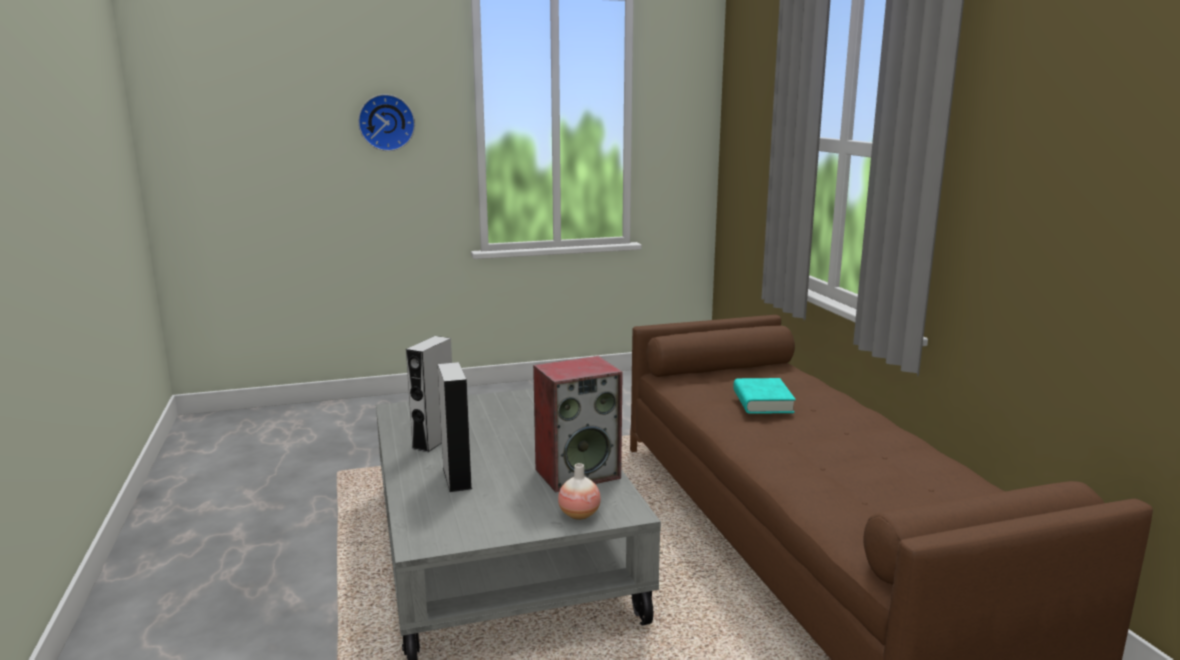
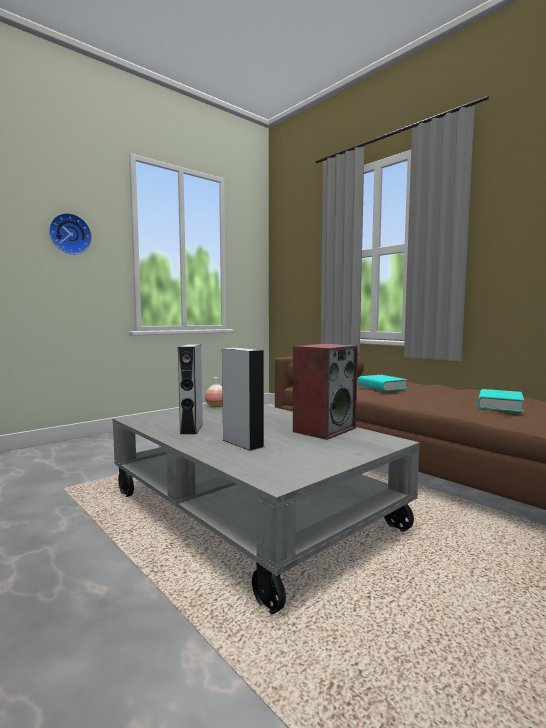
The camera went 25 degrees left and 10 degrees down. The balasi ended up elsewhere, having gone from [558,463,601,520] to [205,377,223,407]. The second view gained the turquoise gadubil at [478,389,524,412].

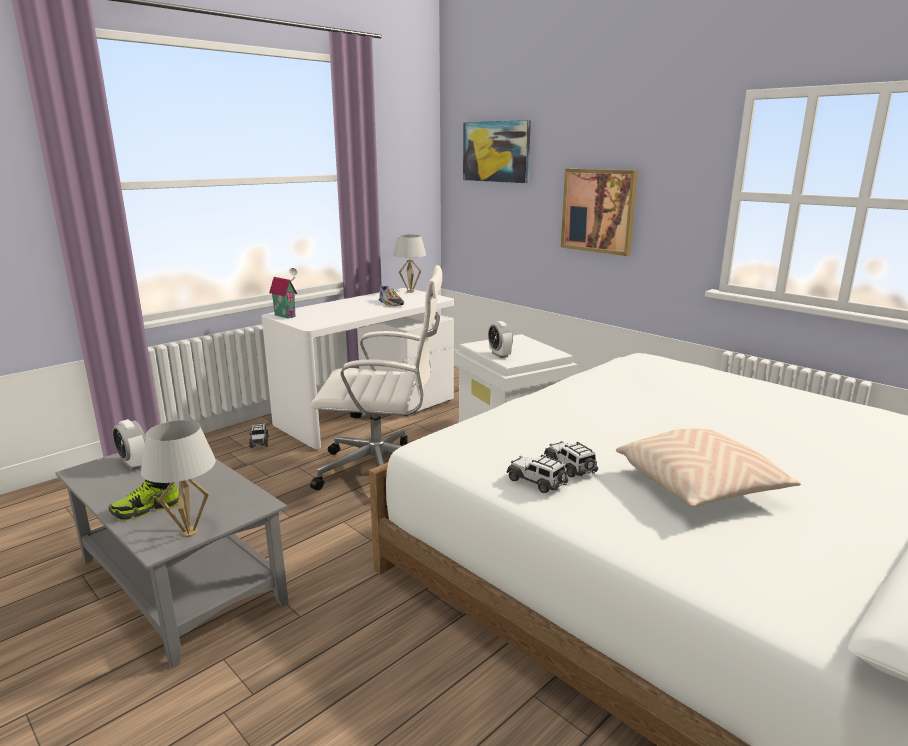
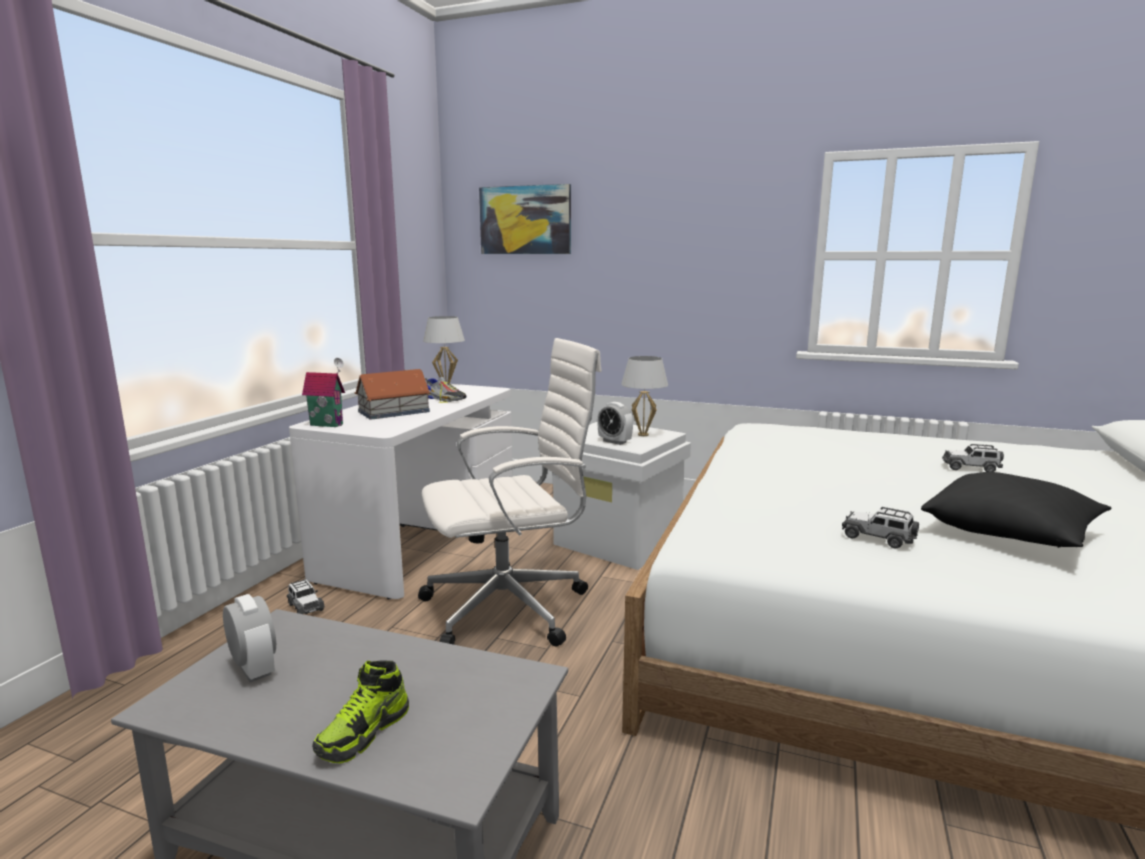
The camera went 25 degrees left and 5 degrees down. The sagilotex at [112,419,145,470] ended up facing another way, 150 degrees counterclockwise from before. The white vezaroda ended up elsewhere, having gone from [141,420,216,537] to [621,356,668,436]. The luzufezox ended up elsewhere, having gone from [506,455,569,493] to [942,444,1004,472]. The second view lost the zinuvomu at [561,169,638,256]. What was the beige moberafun at [616,429,801,507] turned into the black moberafun at [921,472,1112,548]. The second view gained the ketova at [354,369,431,420].

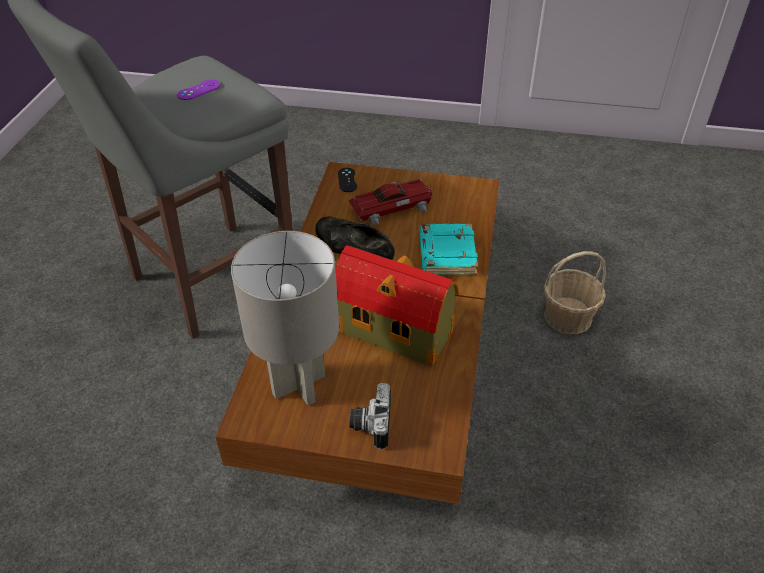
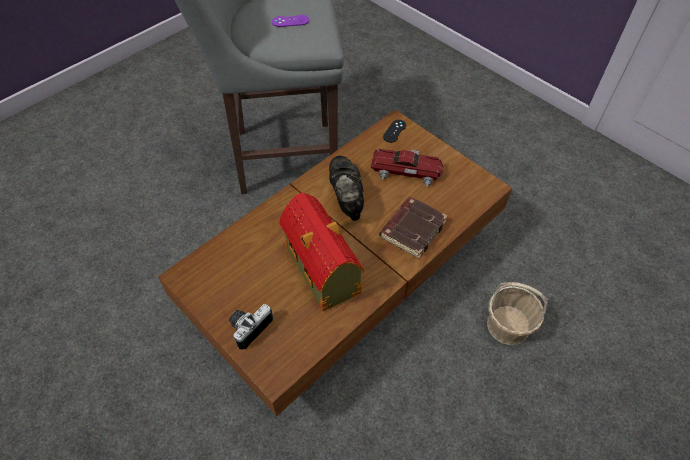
The camera went 35 degrees right and 10 degrees up. The second view lost the grey vezaroda at [231,231,339,405]. What was the turquoise gadubil at [419,224,478,274] turned into the brown gadubil at [379,197,448,259].

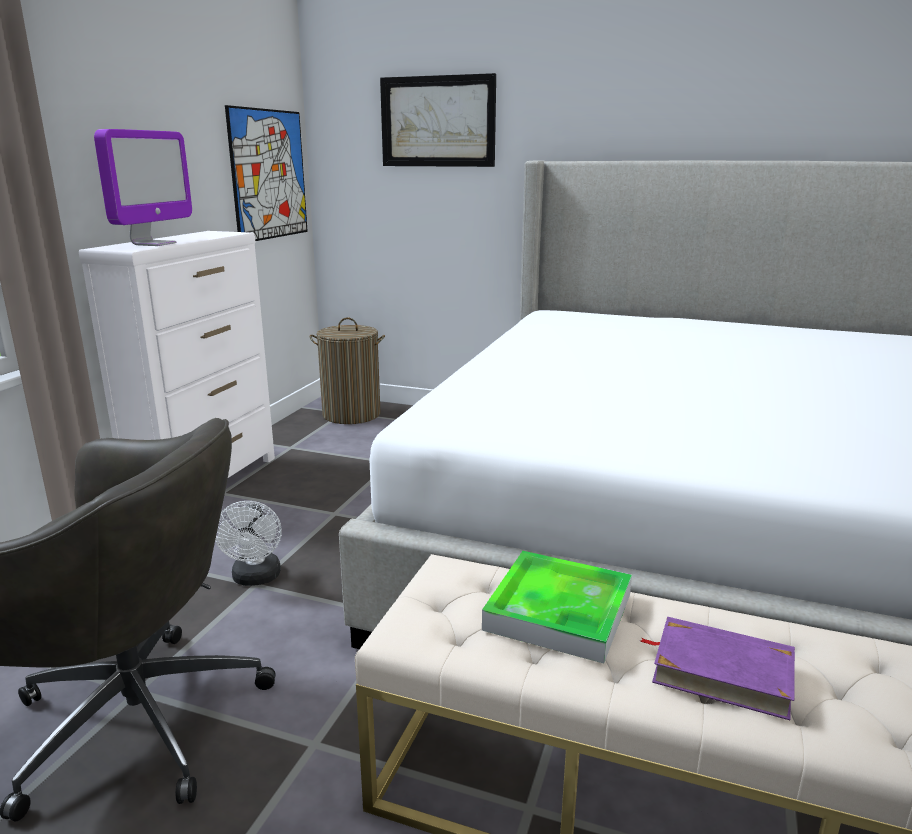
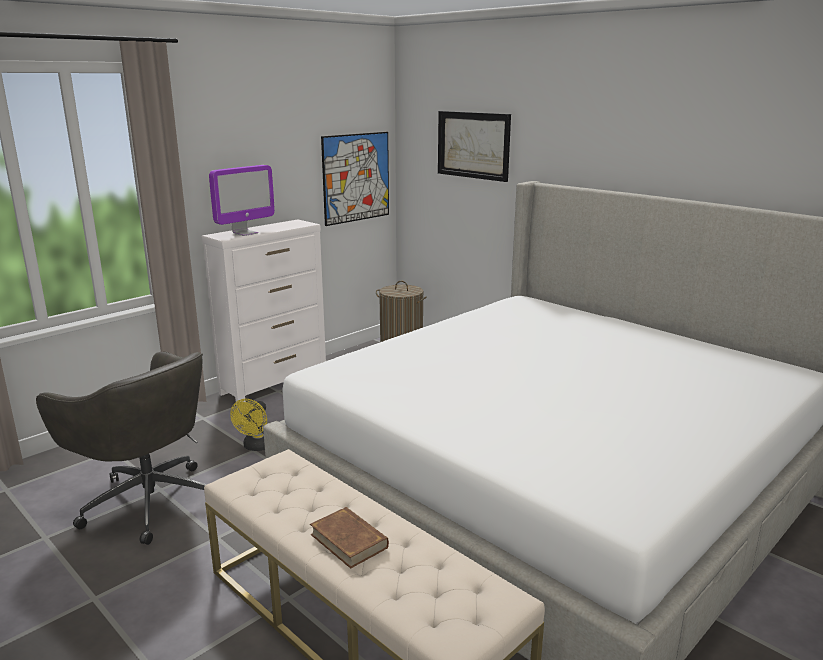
The camera went 25 degrees right and 0 degrees up. What was the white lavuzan at [215,501,282,586] turned into the yellow lavuzan at [230,399,267,451]. The second view lost the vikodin at [482,551,632,664]. What was the purple gadubil at [641,617,795,720] turned into the brown gadubil at [310,507,389,568].

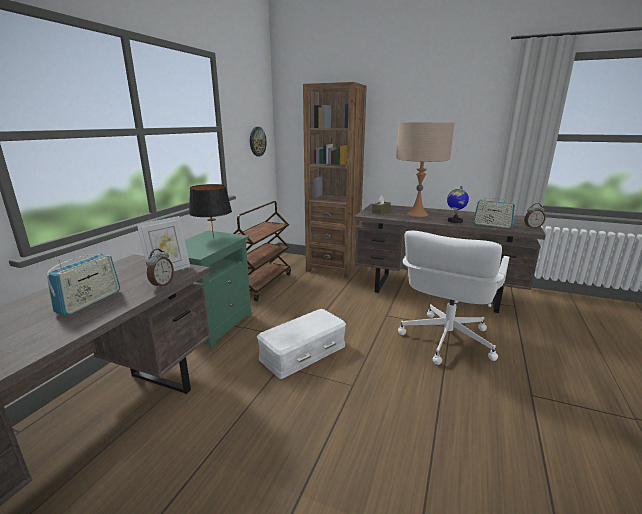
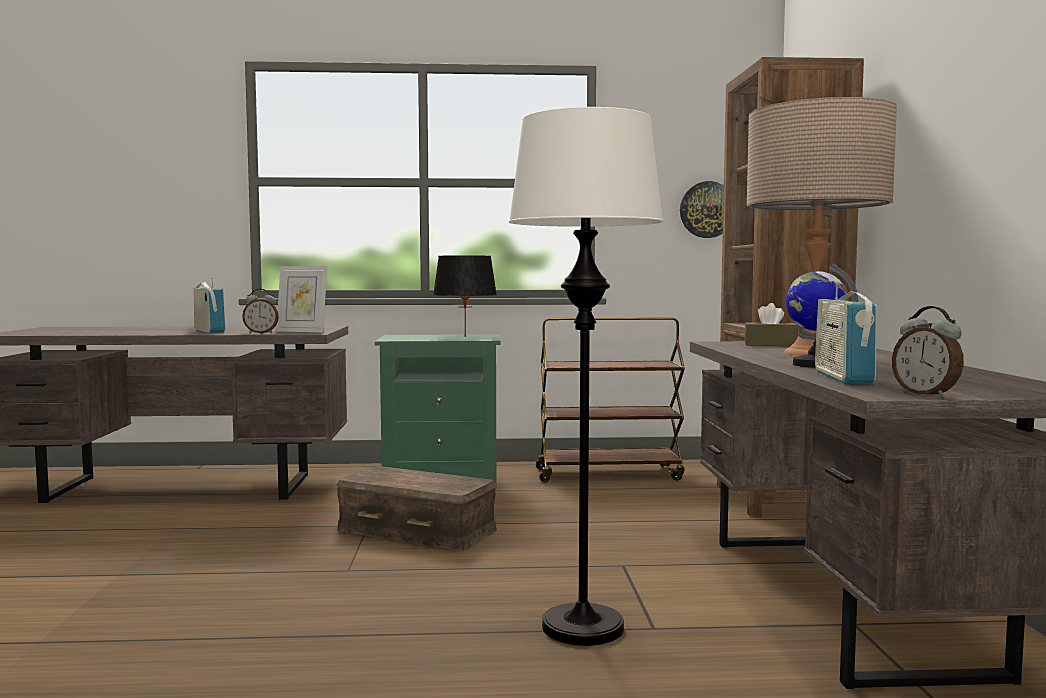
The camera went 65 degrees right and 15 degrees down. The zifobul at [46,253,120,316] ended up facing another way, 120 degrees counterclockwise from before. What was the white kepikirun at [257,309,346,379] turned into the brown kepikirun at [336,466,497,551]. Where the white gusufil stood at [398,231,509,365], the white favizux came to stand at [509,107,664,646].

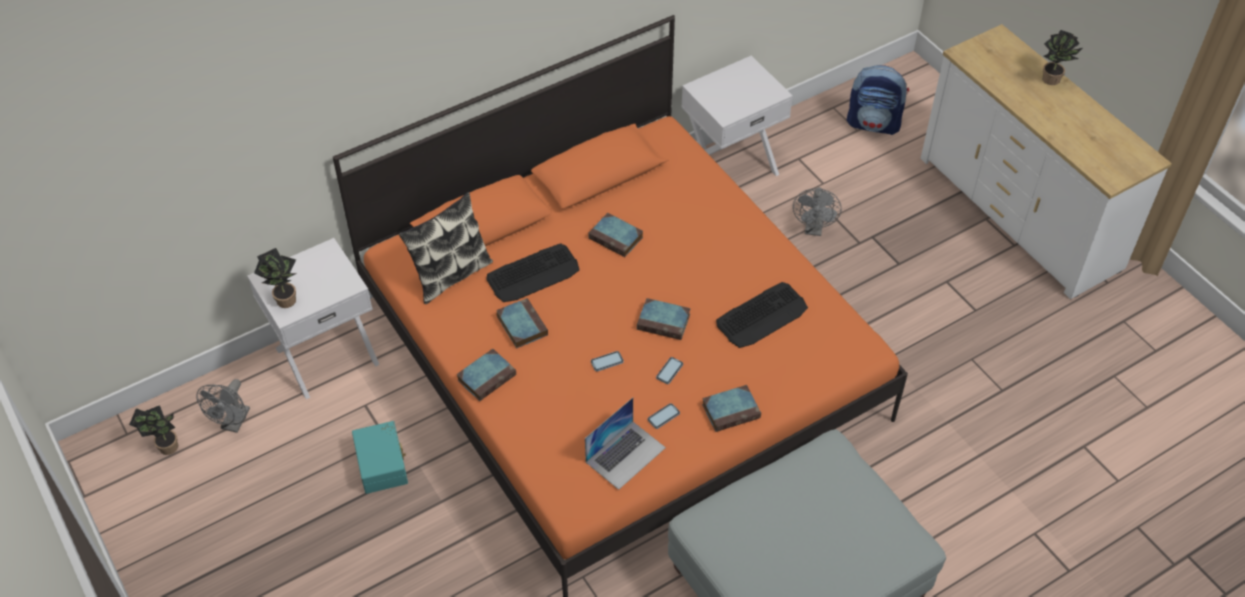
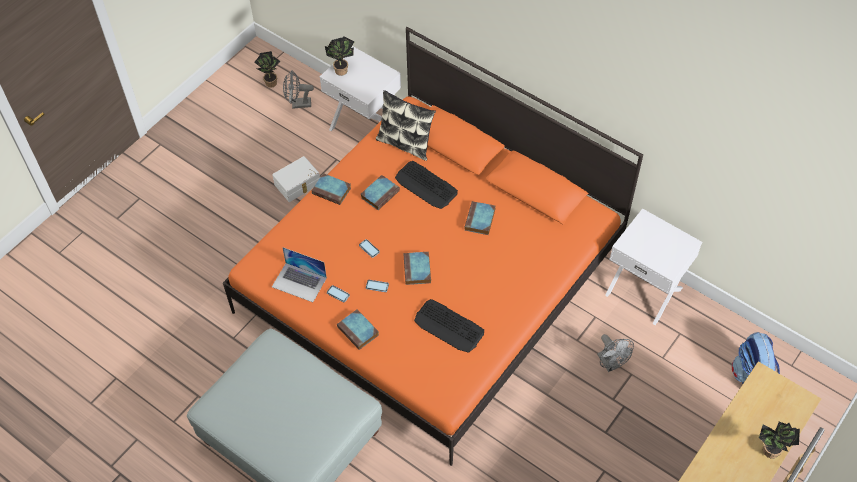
The camera went 70 degrees right and 5 degrees up. What was the turquoise kepikirun at [352,421,408,494] turned into the white kepikirun at [272,156,320,202]. The grey lavuzan at [793,187,841,236] ended up facing another way, 105 degrees counterclockwise from before.

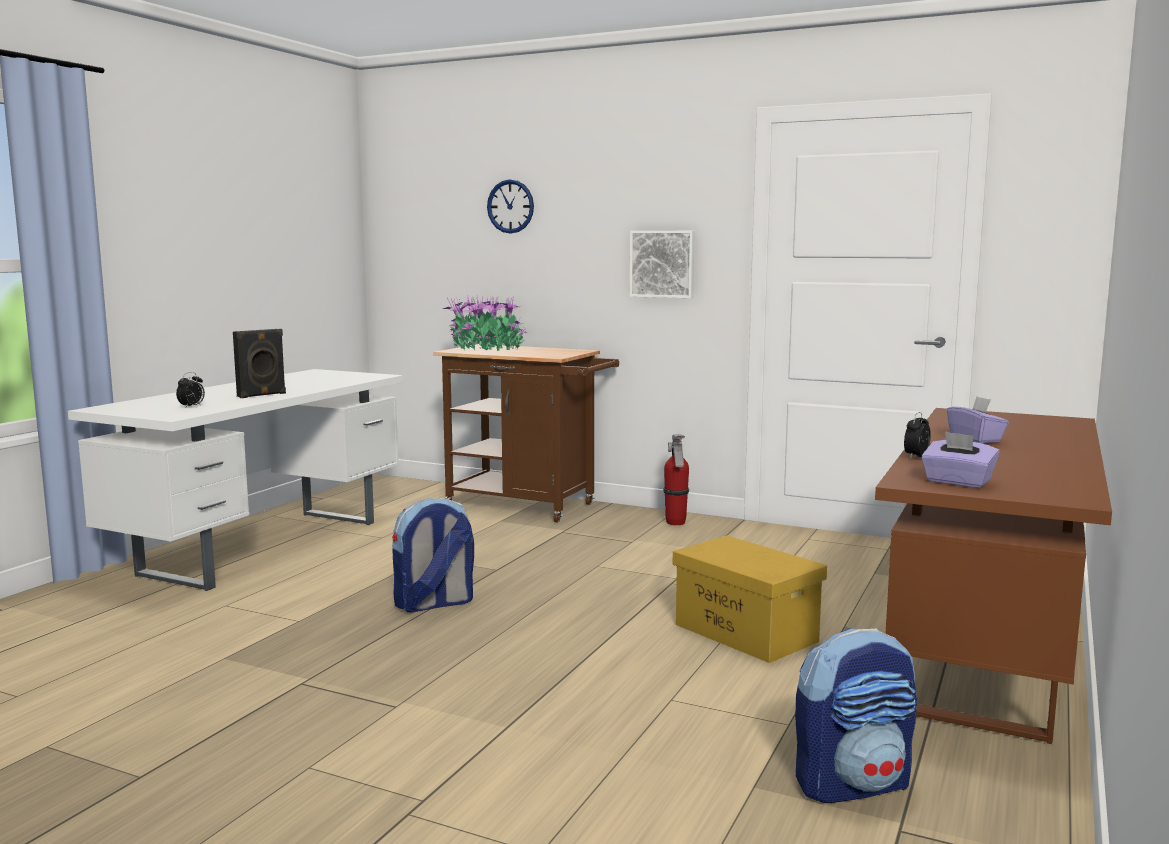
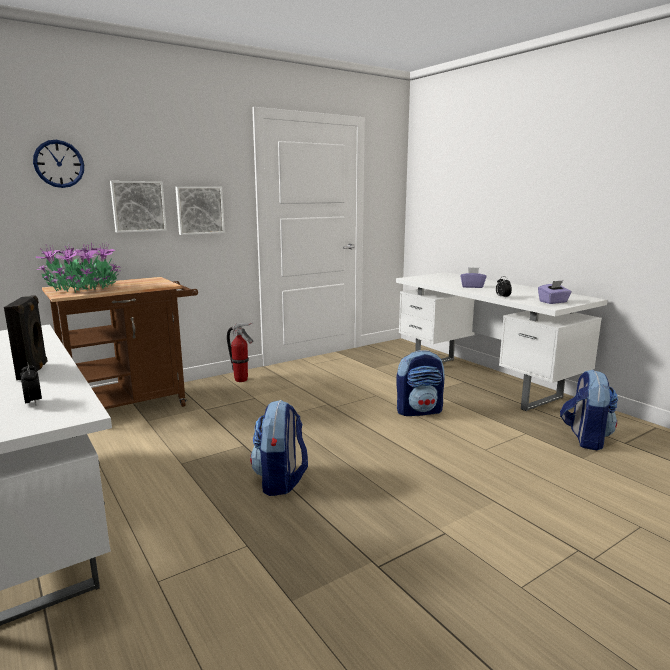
The camera went 60 degrees left and 5 degrees up. Where the yellow kepikirun stood at [673,536,827,663], the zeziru came to stand at [396,350,445,416]. What was the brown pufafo at [875,408,1112,744] turned into the white pufafo at [396,272,608,411]. The second view gained the zinuvomu at [110,181,167,233].

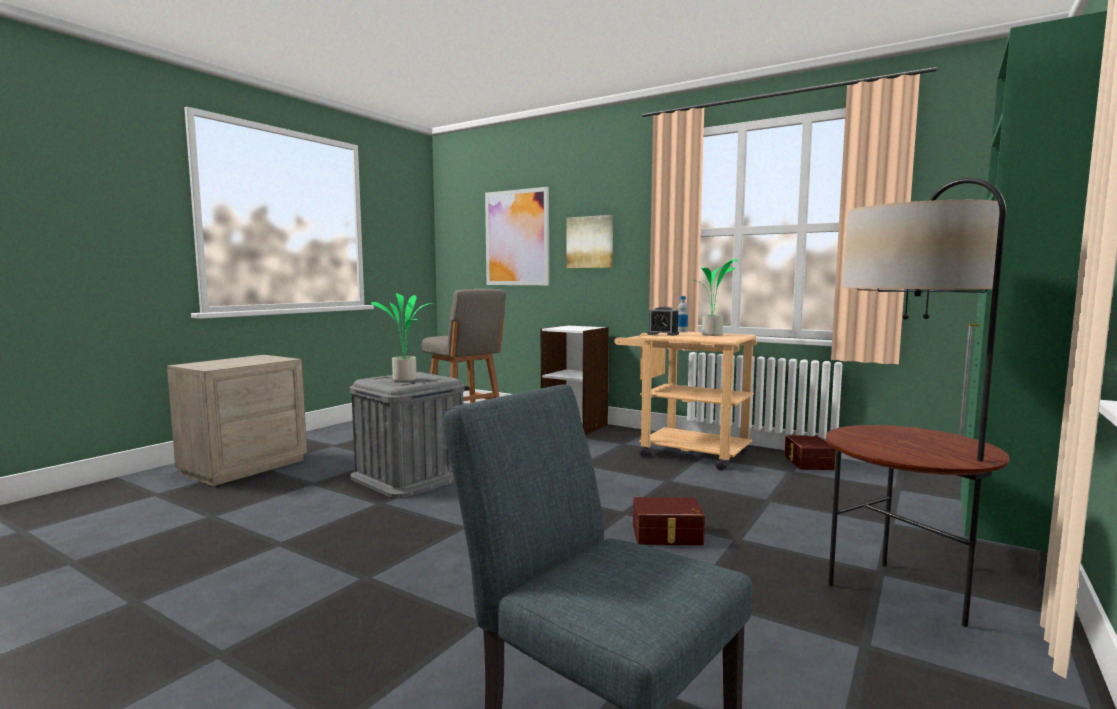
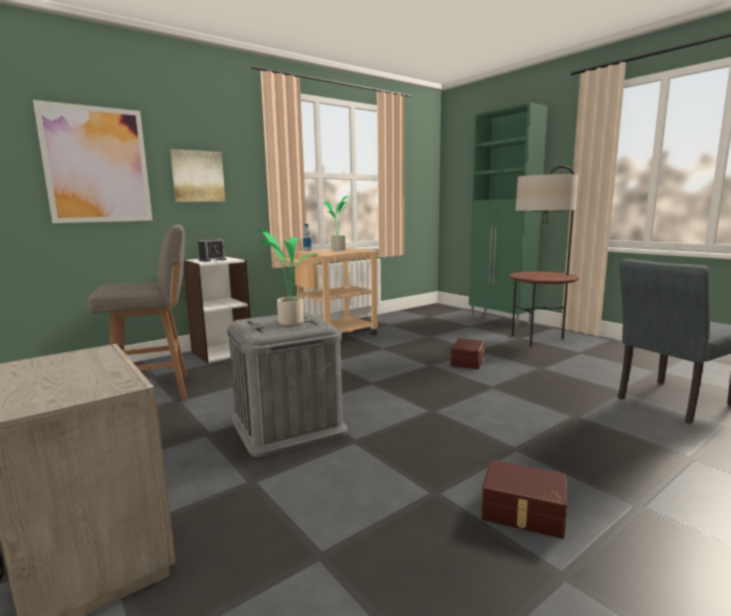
The camera went 70 degrees left and 5 degrees up. The sagilotex ended up elsewhere, having gone from [647,307,679,336] to [198,238,226,262]. The brown kepikirun ended up elsewhere, having gone from [785,435,836,470] to [481,460,567,539].

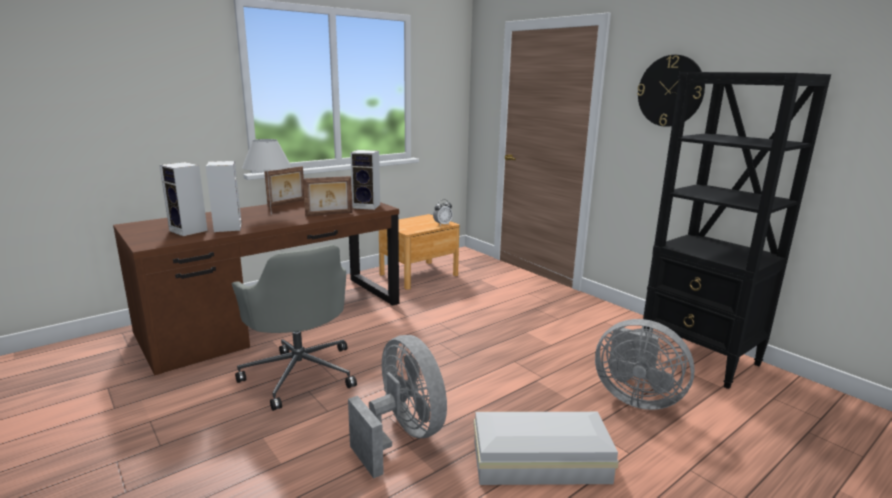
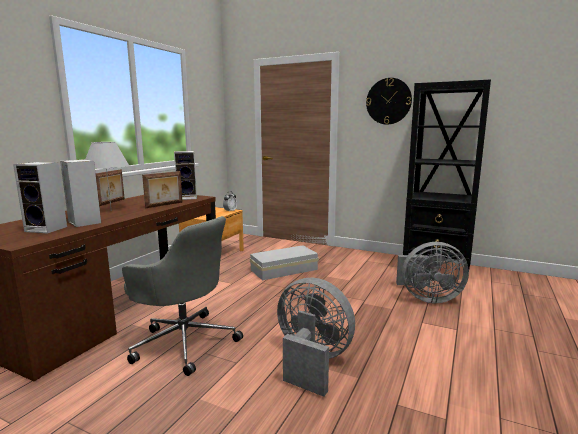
The camera went 25 degrees left and 5 degrees down. The white kepikirun ended up elsewhere, having gone from [474,412,619,485] to [250,246,319,280].

